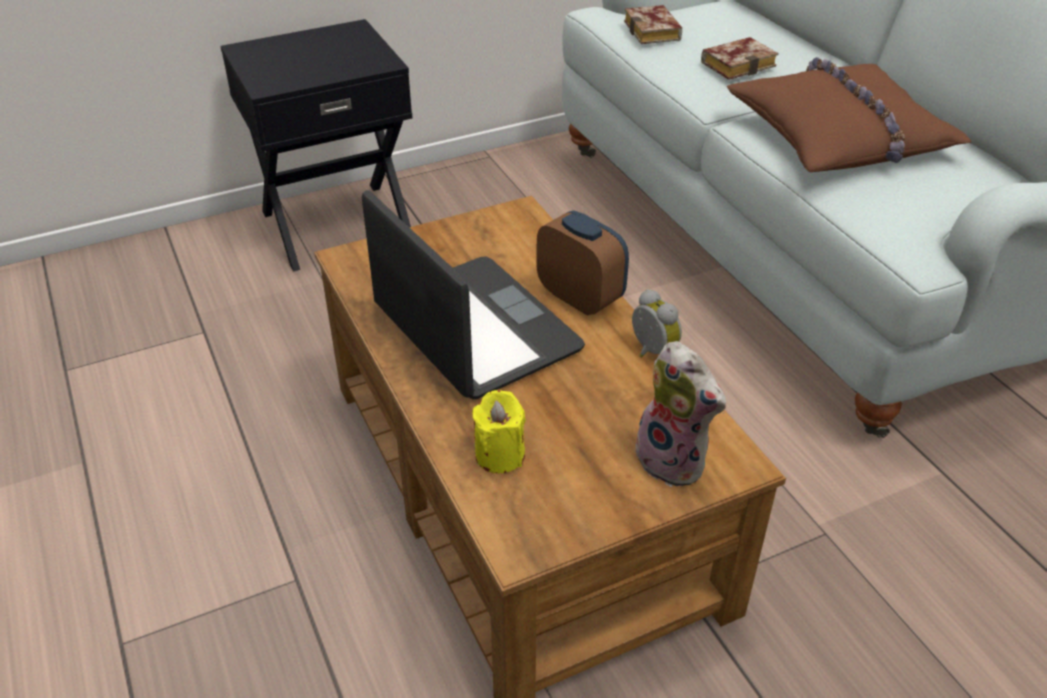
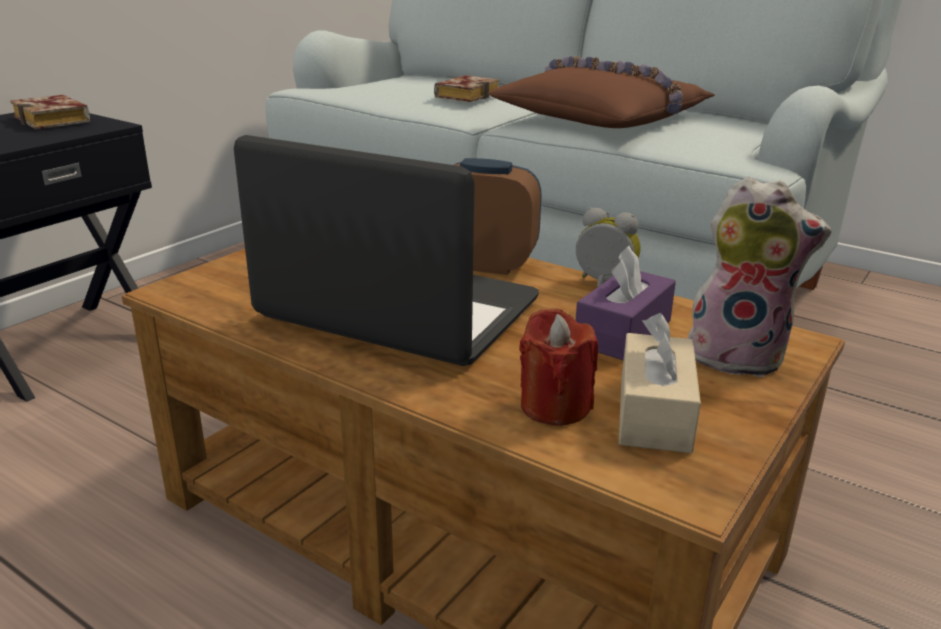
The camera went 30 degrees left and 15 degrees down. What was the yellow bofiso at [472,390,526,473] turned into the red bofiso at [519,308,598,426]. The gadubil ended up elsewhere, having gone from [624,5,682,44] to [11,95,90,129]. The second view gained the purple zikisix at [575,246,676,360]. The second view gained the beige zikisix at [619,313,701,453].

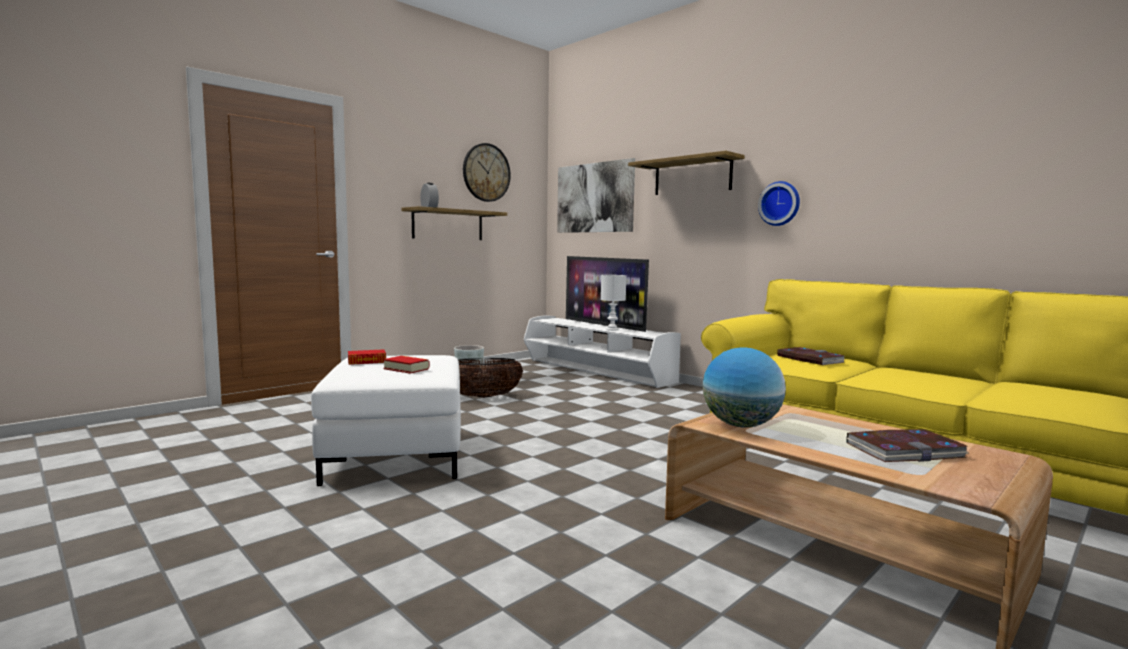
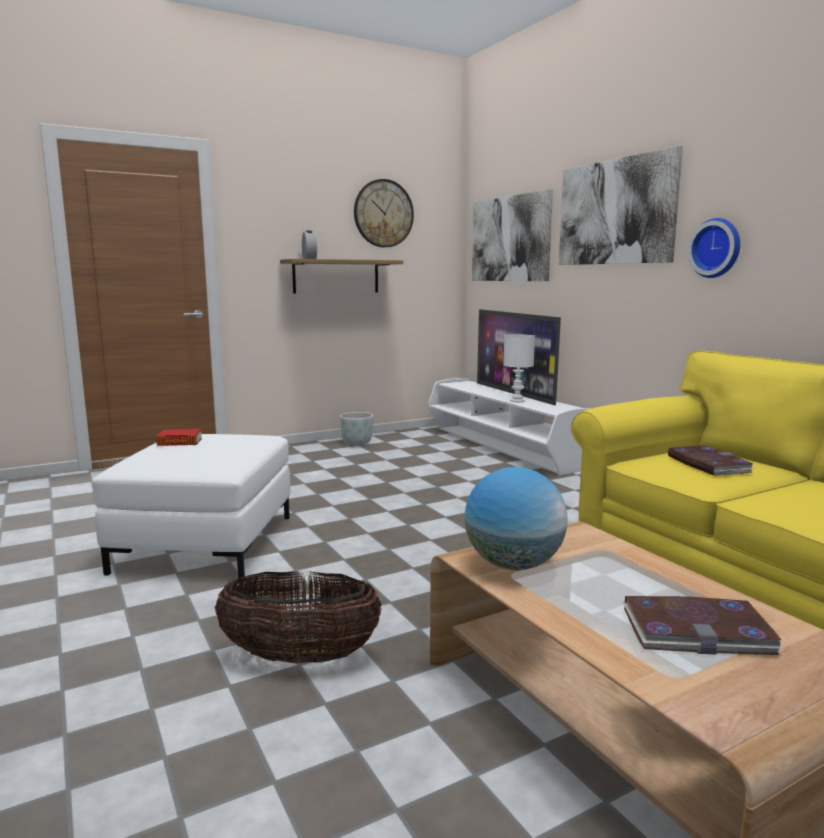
The camera went 15 degrees right and 5 degrees up. The second view lost the gadubil at [383,356,430,374]. The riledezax ended up elsewhere, having gone from [458,358,523,397] to [214,571,382,663]. Where the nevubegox hung at [628,151,745,195], the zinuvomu came to hang at [559,146,683,265].

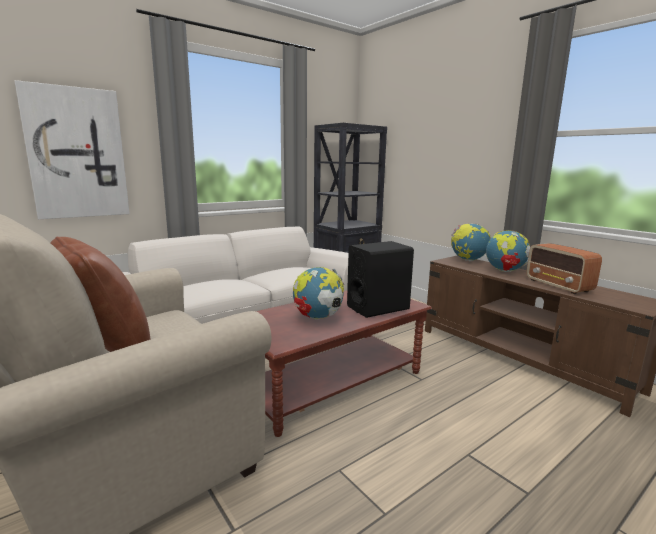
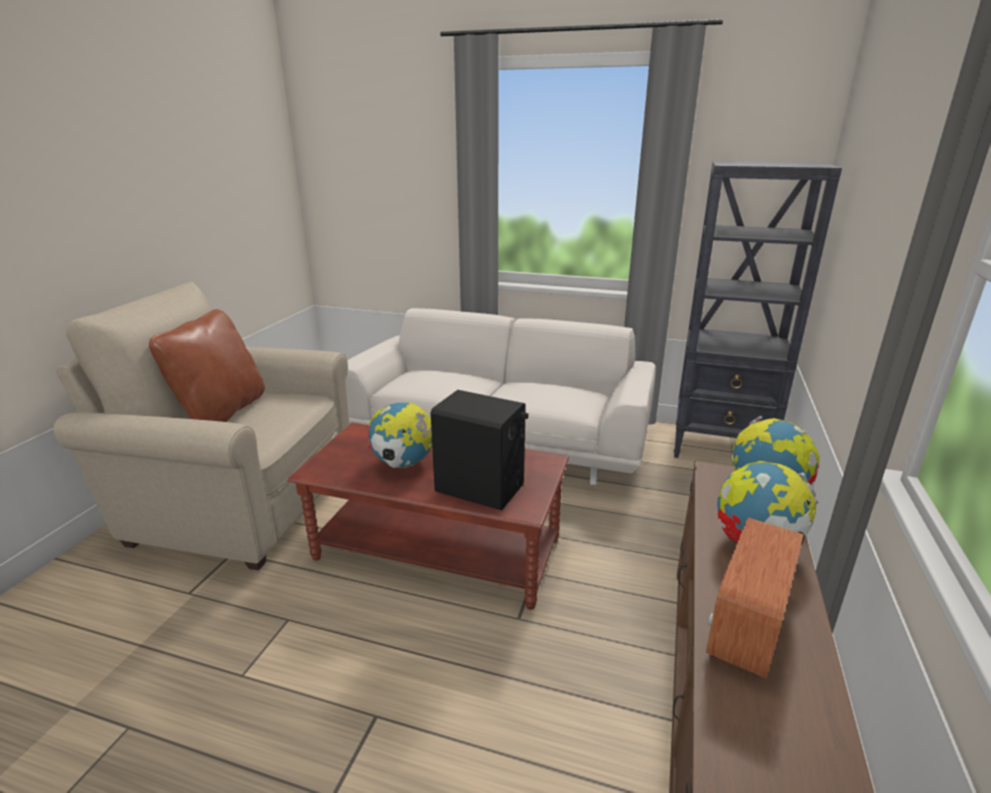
The camera went 55 degrees right and 10 degrees up. The second view lost the zinuvomu at [15,80,130,219].

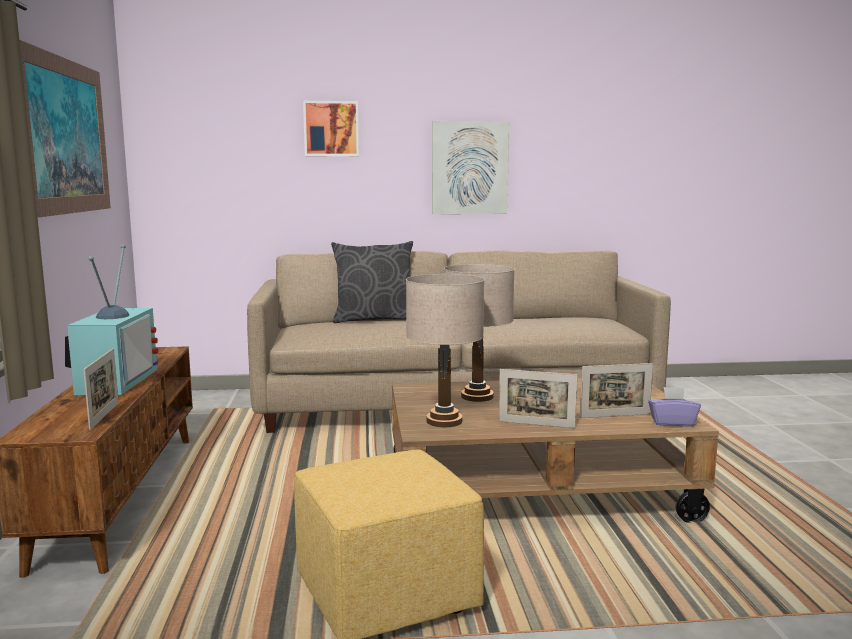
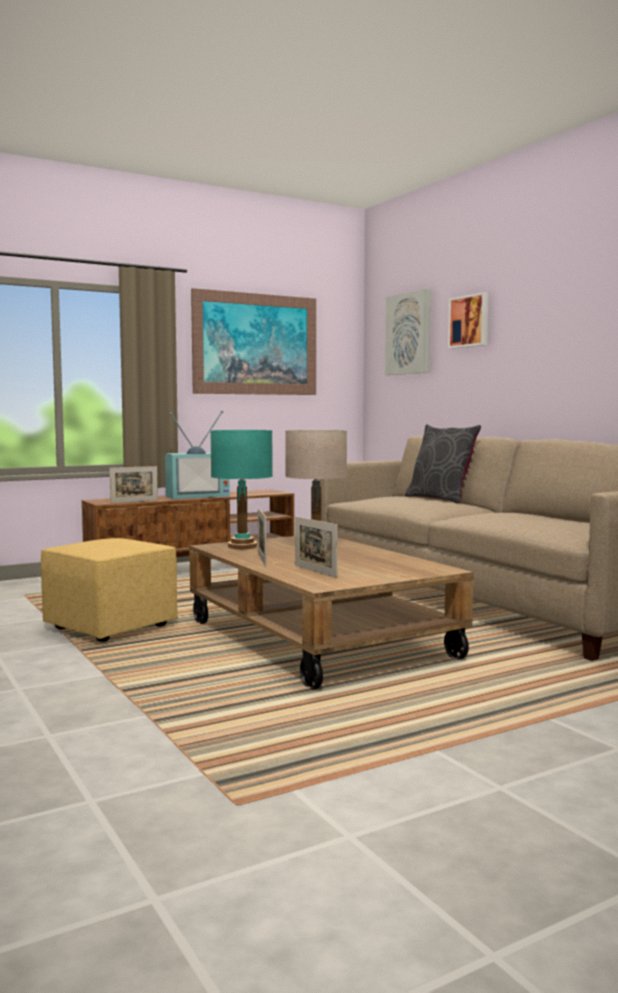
The camera went 65 degrees right and 5 degrees down. What was the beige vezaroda at [406,274,484,427] turned into the turquoise vezaroda at [210,430,273,549]. The zinuvomu ended up elsewhere, having gone from [432,121,509,214] to [385,289,431,375]. The second view lost the purple zikisix at [648,387,701,427].

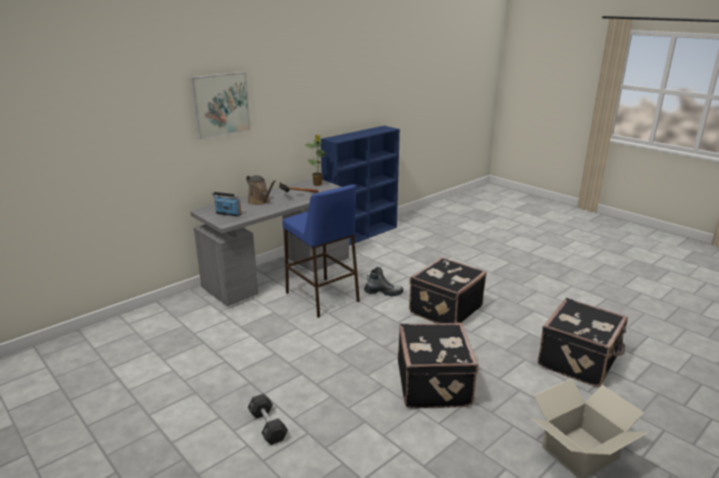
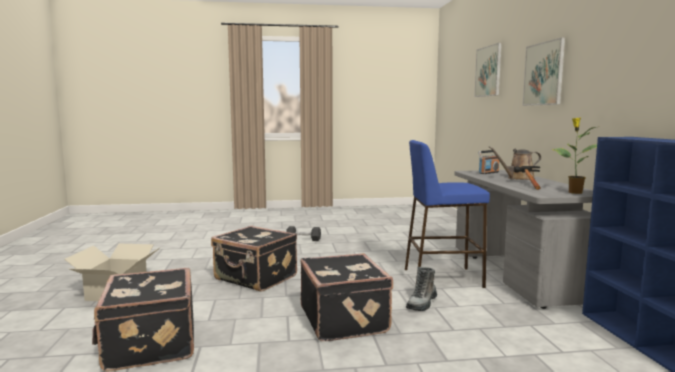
The camera went 125 degrees right and 15 degrees down. The second view gained the zinuvomu at [474,43,502,97].

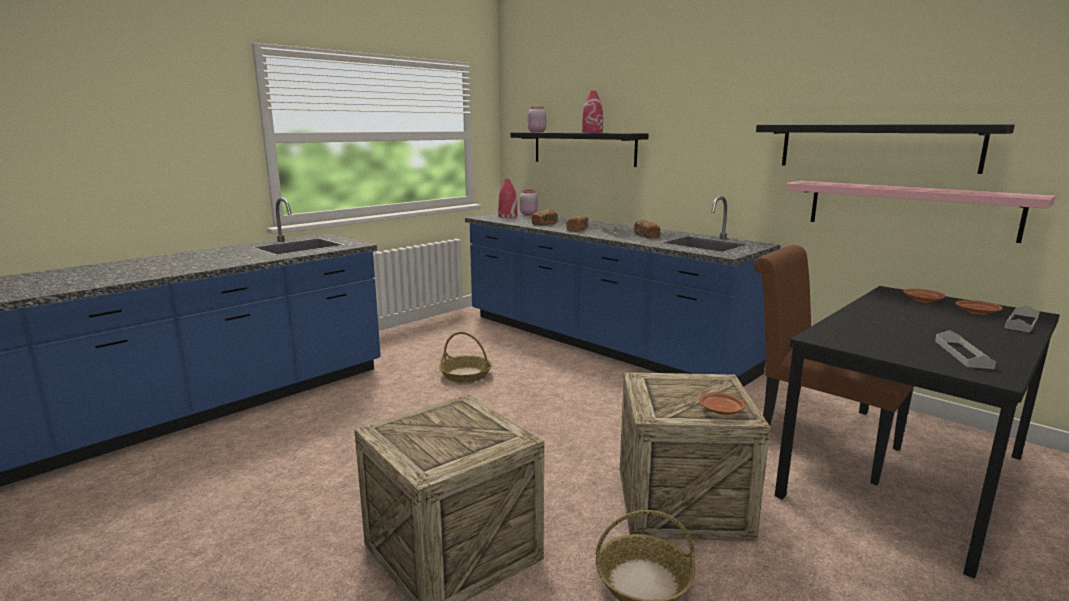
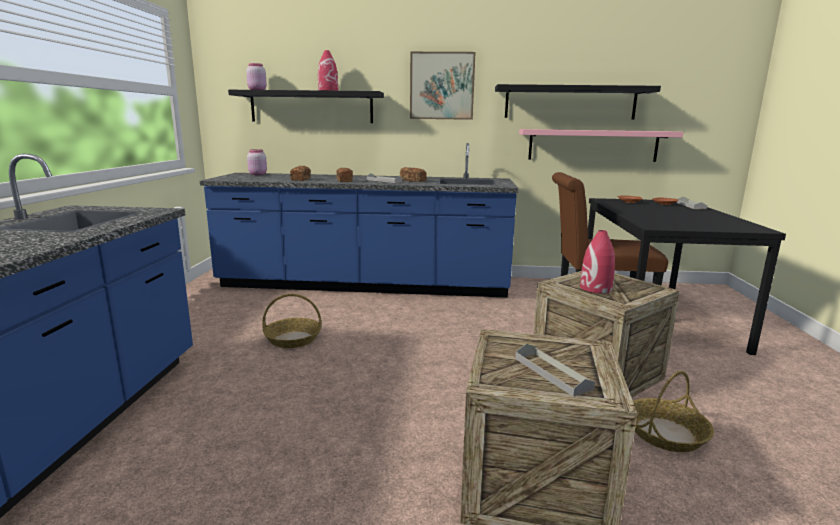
The camera went 40 degrees left and 0 degrees up. The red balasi ended up elsewhere, having gone from [498,179,517,218] to [580,230,615,293]. The second view lost the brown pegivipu at [699,392,746,415]. The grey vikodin ended up elsewhere, having gone from [935,330,996,369] to [515,344,595,397]. The second view gained the zinuvomu at [410,52,476,120].

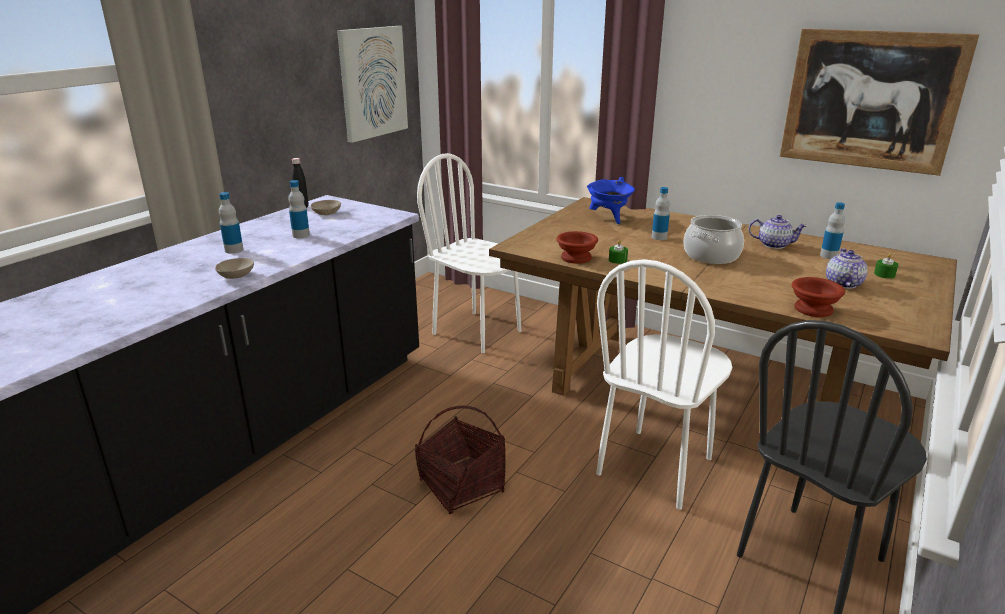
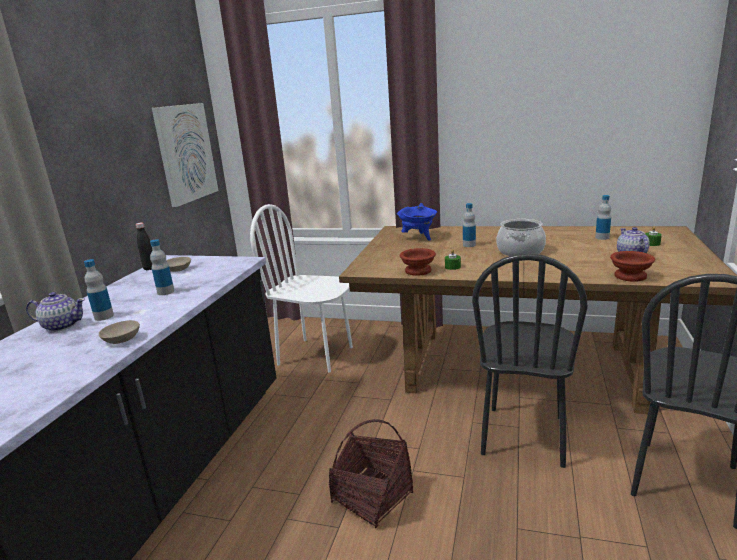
The camera went 15 degrees left and 5 degrees down. What was the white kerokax at [596,259,732,510] turned into the black kerokax at [472,253,588,468]. The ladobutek ended up elsewhere, having gone from [749,215,807,249] to [26,292,85,332]. The second view lost the zinuvomu at [780,29,980,176].

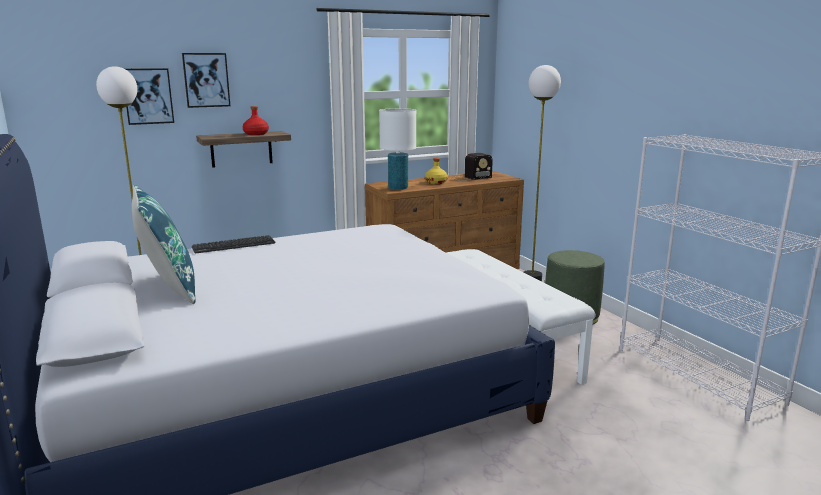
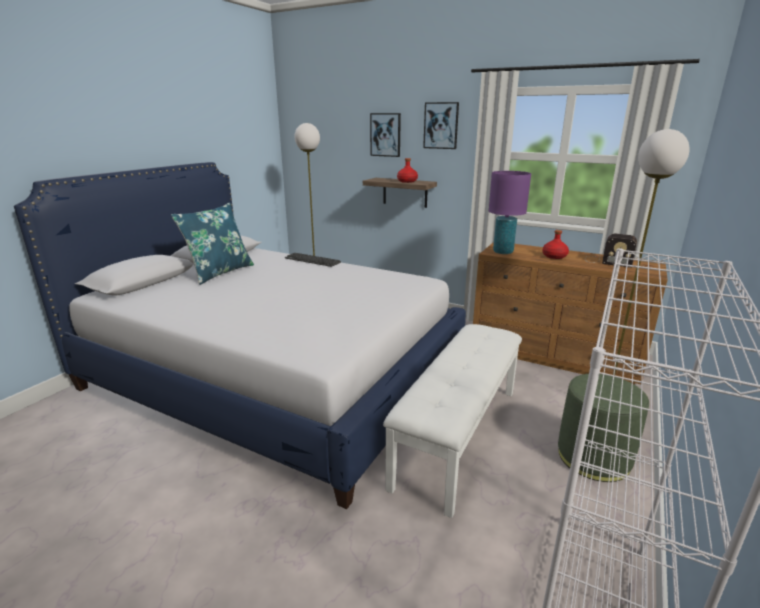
The camera went 55 degrees right and 5 degrees up. The zinuvomu ended up elsewhere, having gone from [126,68,174,125] to [423,102,459,149]. What was the white vezaroda at [379,108,416,190] turned into the purple vezaroda at [489,171,531,254]. What was the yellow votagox at [425,158,448,184] turned into the red votagox at [542,230,569,259].

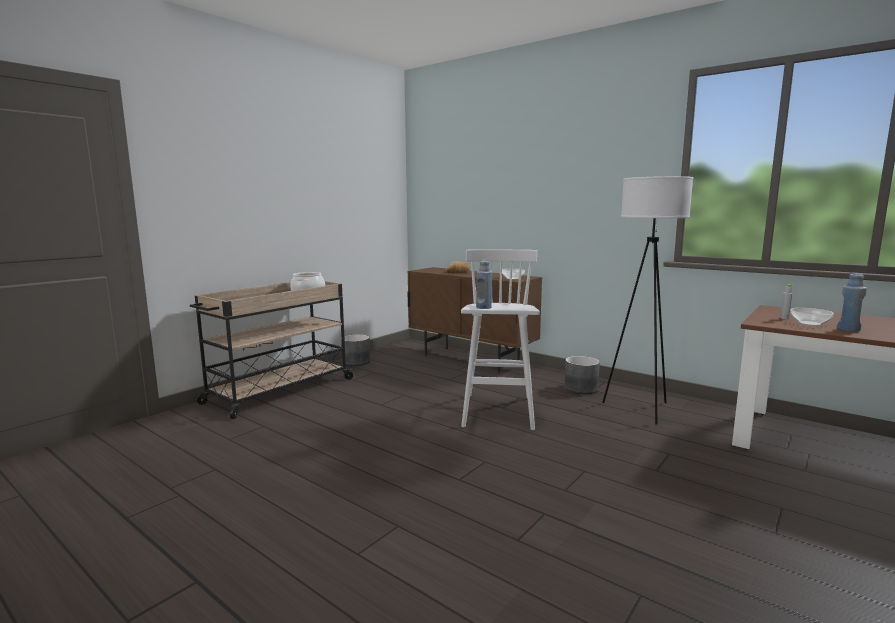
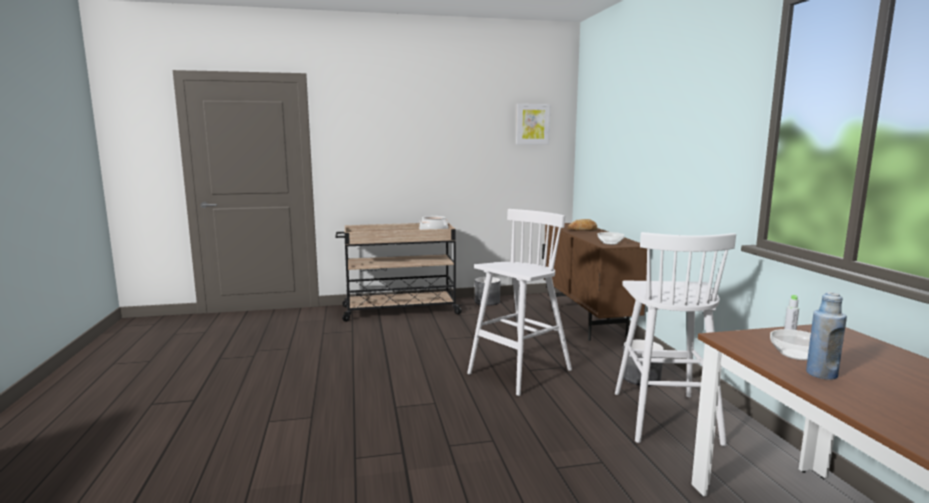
The camera went 40 degrees right and 0 degrees up. The second view lost the blue votagox at [476,260,492,309]. Where the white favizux stood at [602,176,693,425], the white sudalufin came to stand at [615,232,736,446]. The second view gained the zinuvomu at [516,104,550,145].

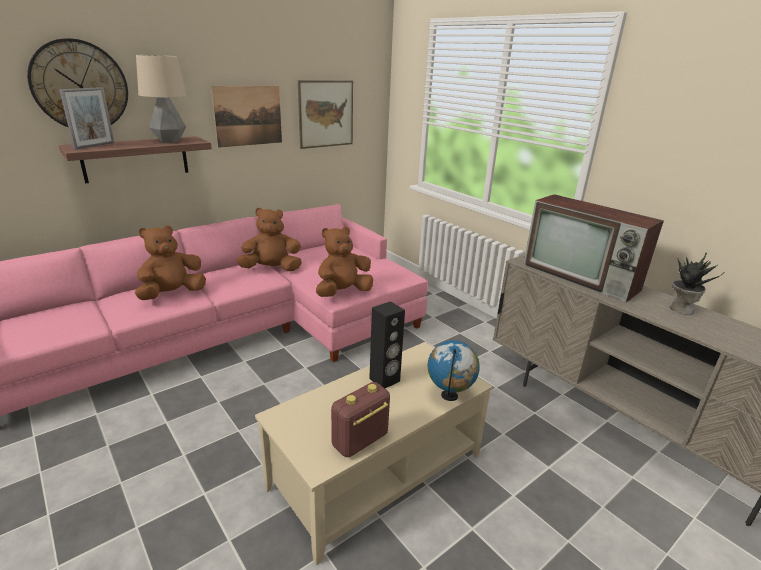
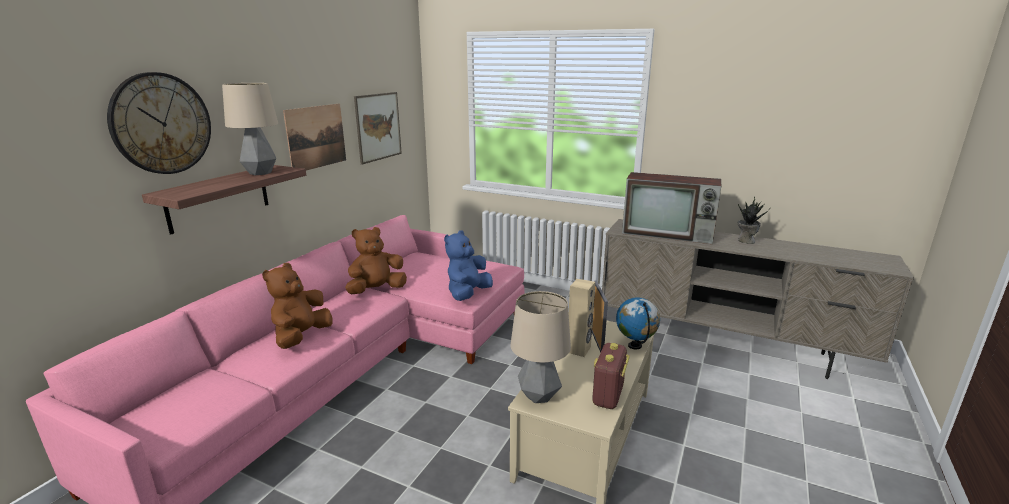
The camera went 25 degrees left and 5 degrees down. The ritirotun ended up elsewhere, having gone from [59,87,114,149] to [592,281,608,353]. What was the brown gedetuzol at [316,226,373,297] turned into the blue gedetuzol at [444,230,493,301]. What was the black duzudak at [369,301,405,388] turned into the beige duzudak at [569,279,595,357]. The second view gained the vezaroda at [510,291,571,403].

